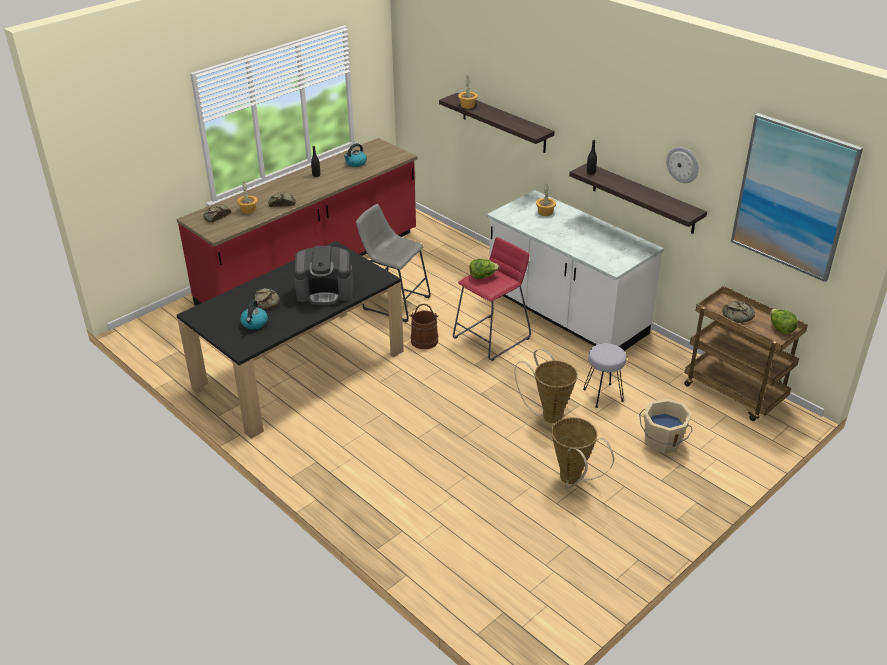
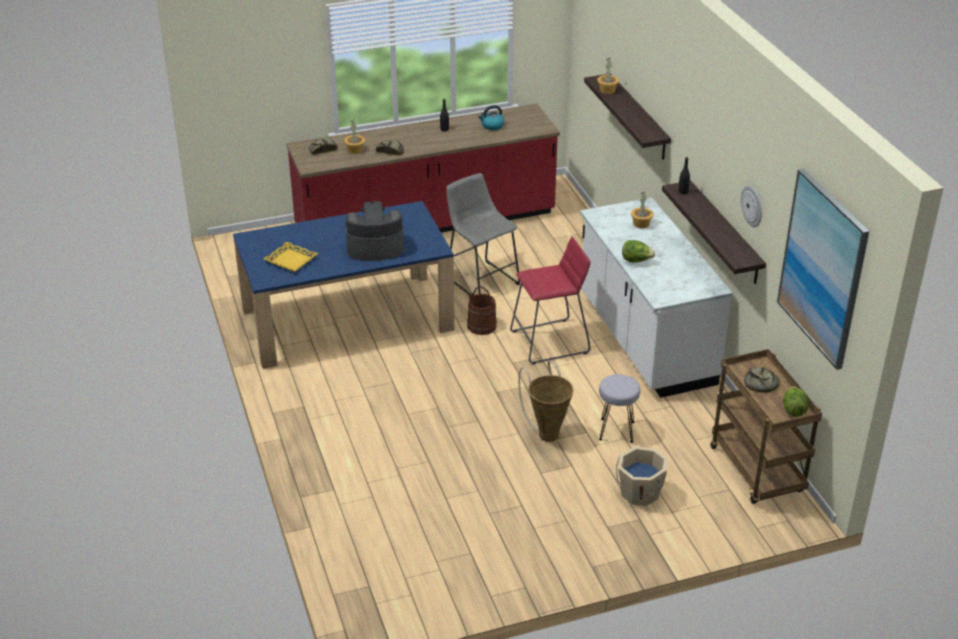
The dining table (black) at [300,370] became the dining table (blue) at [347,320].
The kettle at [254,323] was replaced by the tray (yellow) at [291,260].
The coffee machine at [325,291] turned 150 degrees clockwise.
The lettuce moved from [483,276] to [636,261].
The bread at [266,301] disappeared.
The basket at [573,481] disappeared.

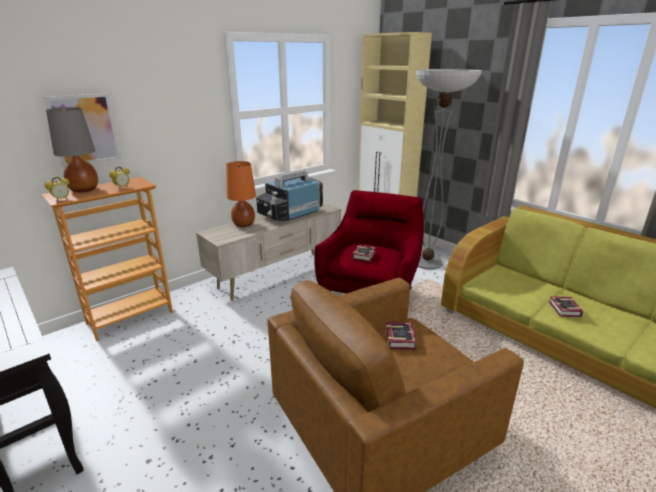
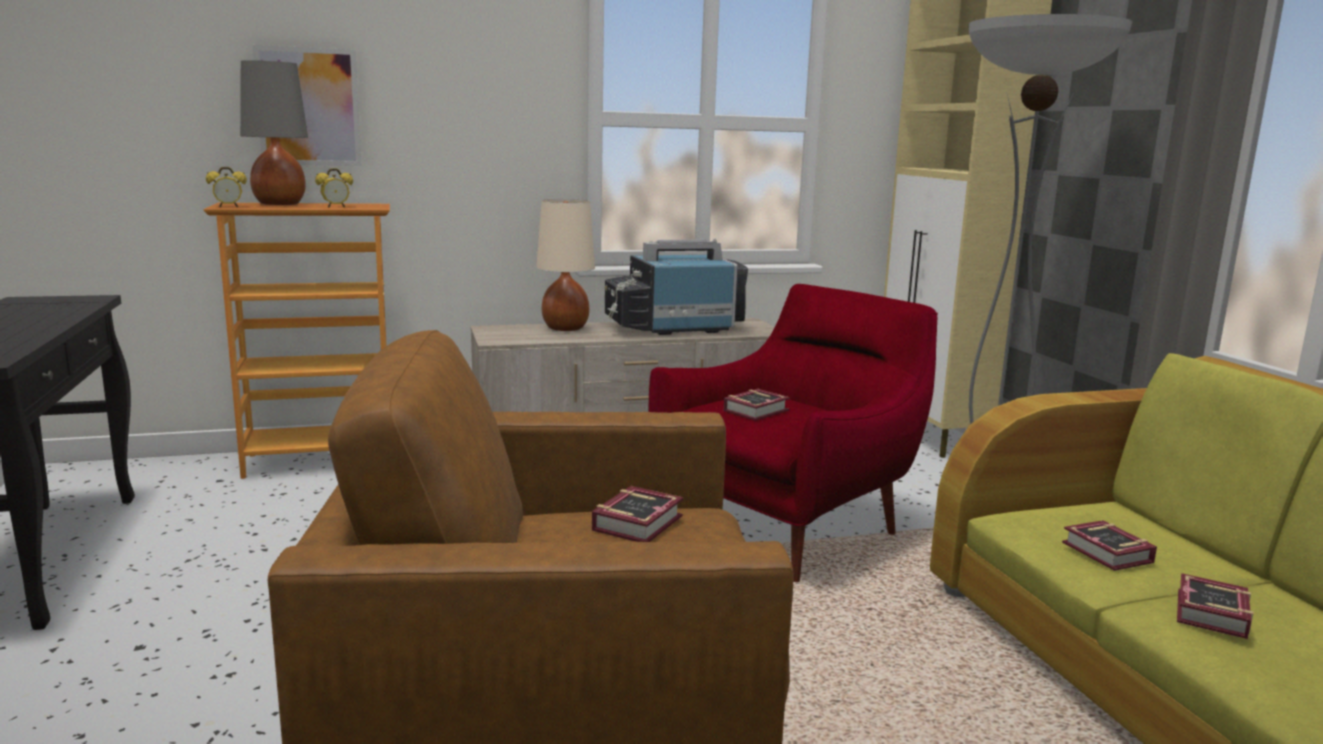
The table lamp (orange) at [244,225] became the table lamp (beige) at [565,328].
The book at [1108,554] appeared.

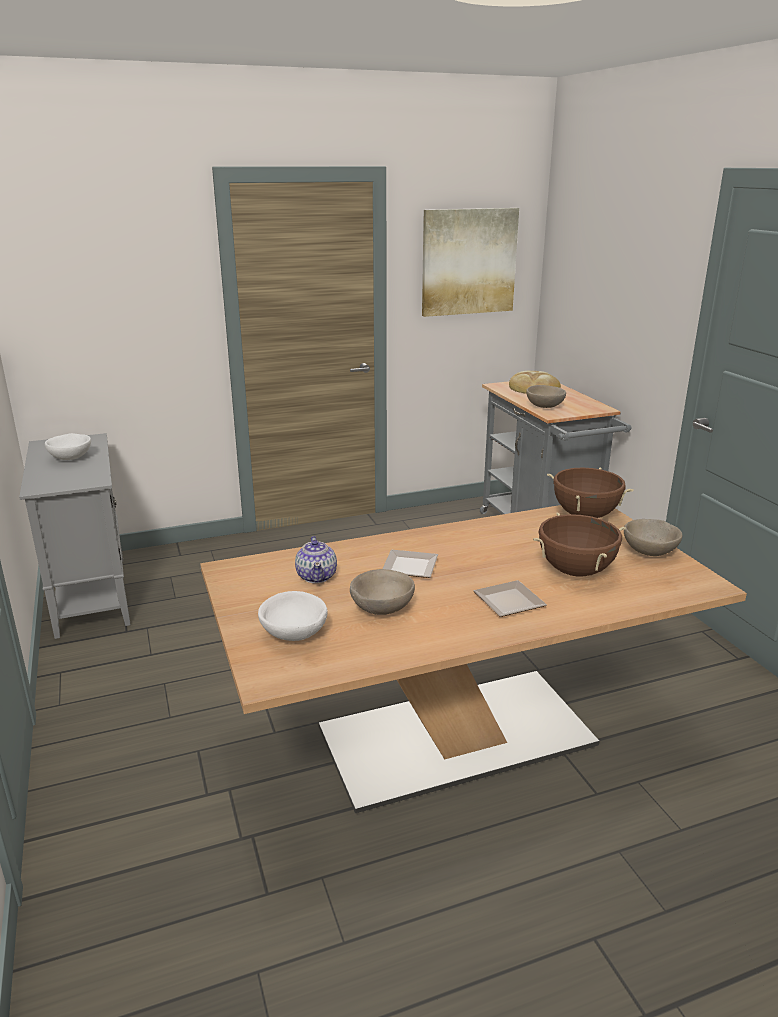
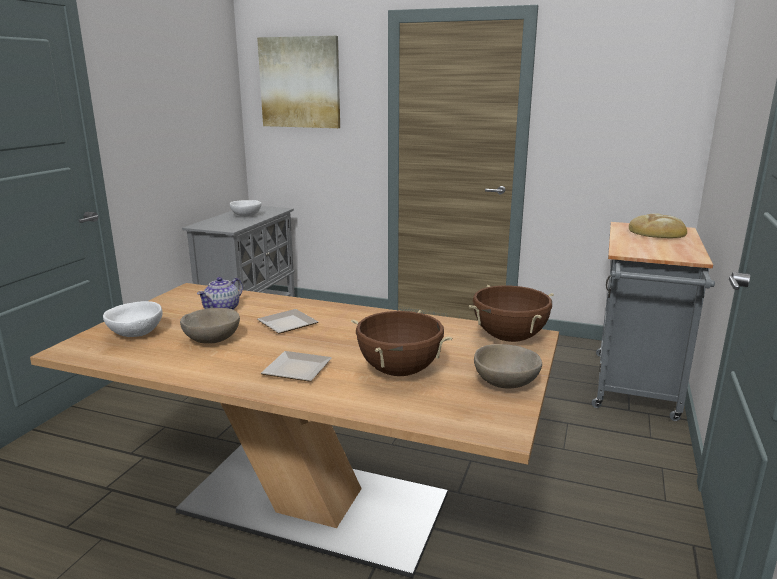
The picture moved from [468,262] to [300,82].
The bowl (beige) at [544,406] disappeared.

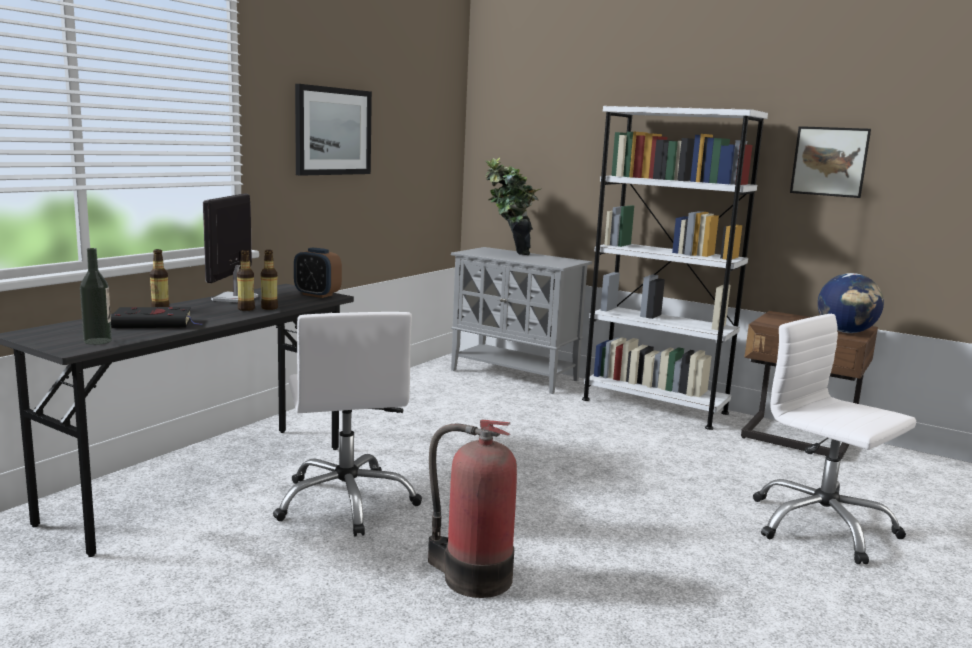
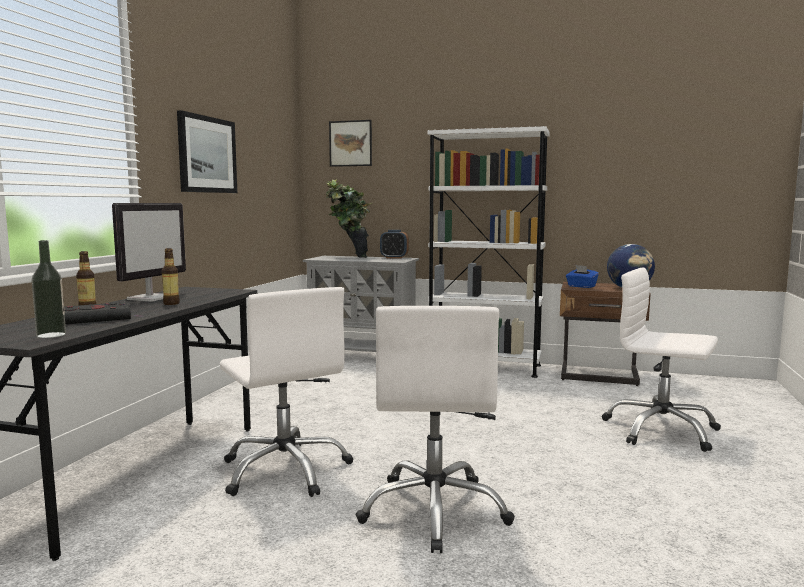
The monitor at [235,299] turned 150 degrees counterclockwise.
The picture moved from [829,161] to [350,143].
The fire extinguisher at [473,576] was replaced by the office chair (white) at [435,511].
The alarm clock moved from [317,295] to [394,258].
The tissue box (blue) at [581,286] appeared.
The bottle at [269,308] disappeared.

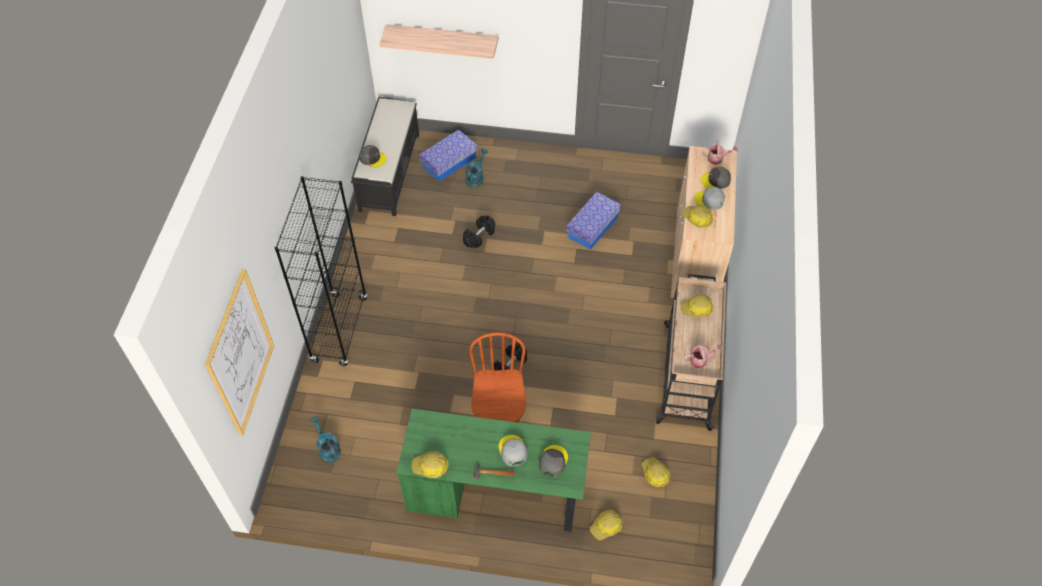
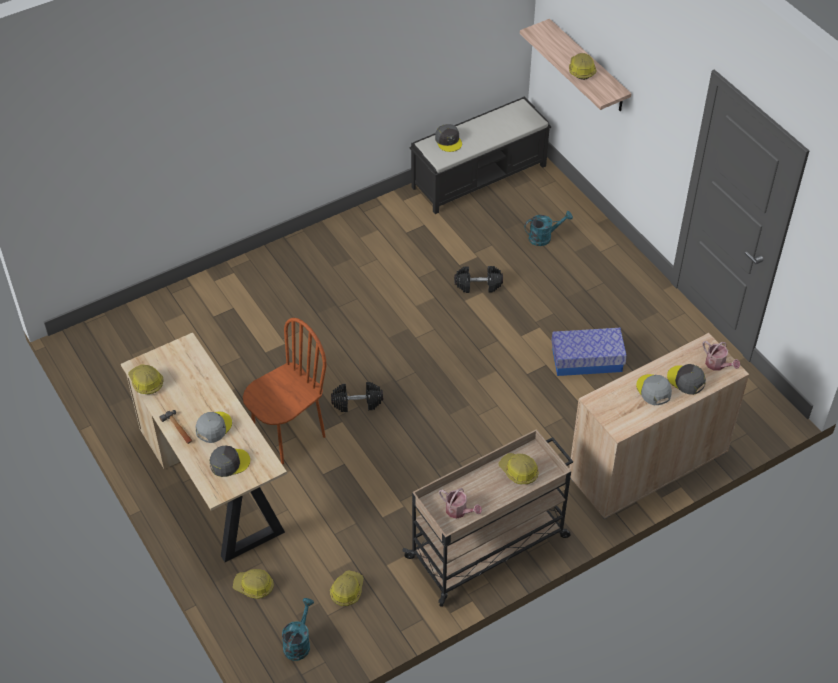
The desk (green) at [496,494] became the desk (beige) at [212,481].
The watering can (turquoise) moved from [328,449] to [298,642].
The hard hat moved from [697,219] to [581,70].
The picture at [240,353] disappeared.
The bookcase (black) at [339,330] disappeared.
The storage box at [449,162] disappeared.

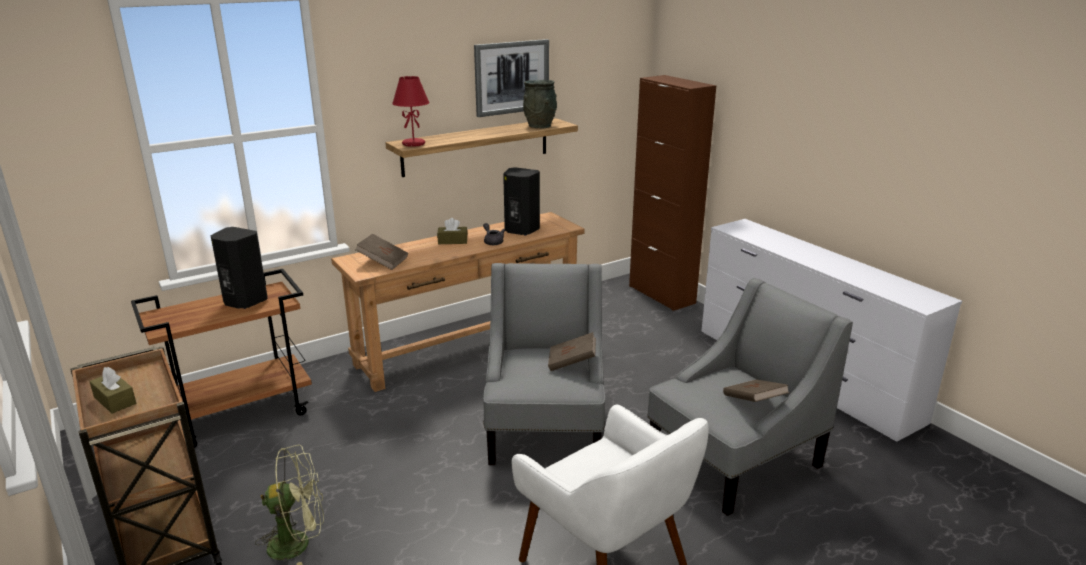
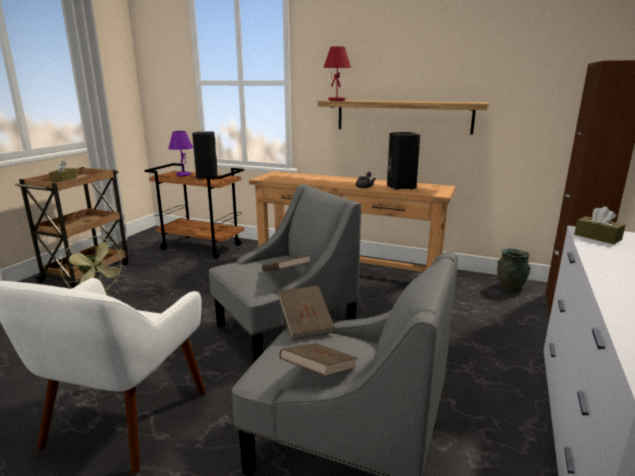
The table lamp (purple) at [183,175] appeared.
The book (brown) moved from [383,262] to [306,324].
The vase (grey) moved from [540,126] to [510,287].
The tissue box (brown) moved from [452,241] to [597,237].
The picture at [512,77] disappeared.

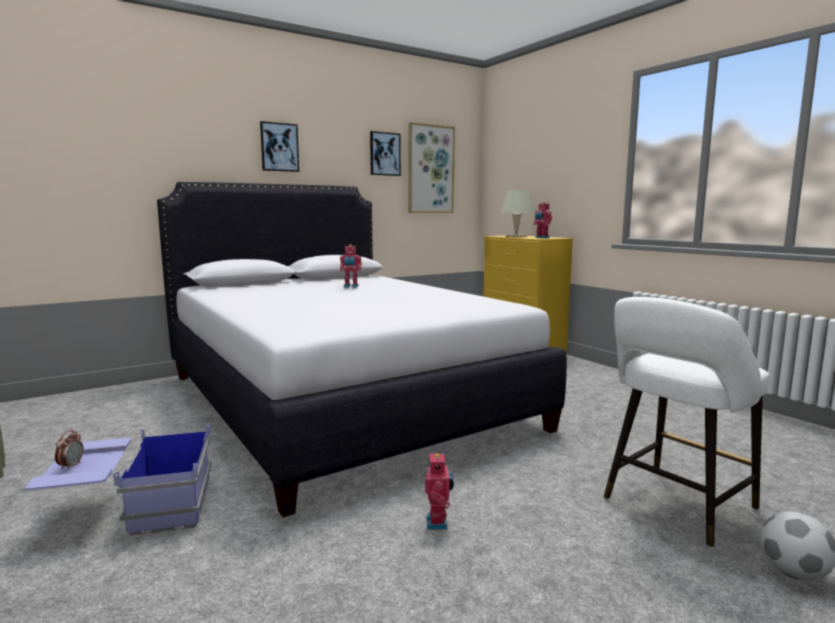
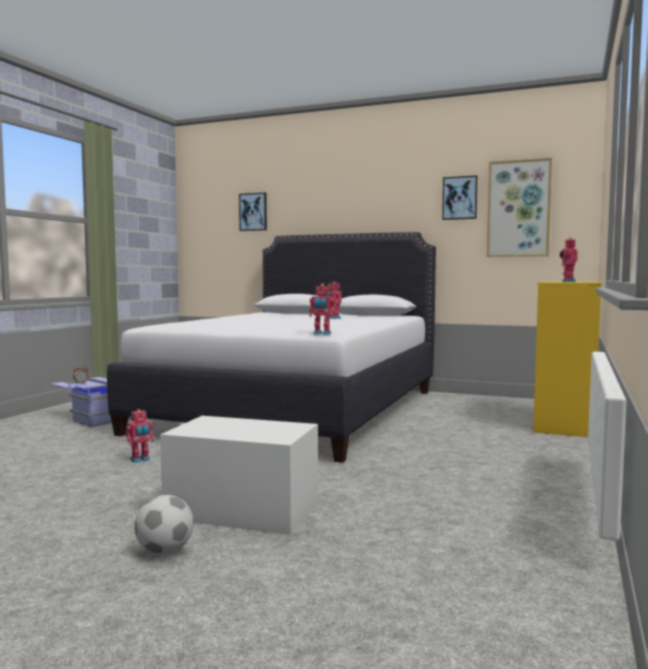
The stool (white) at [675,506] was replaced by the storage box (white) at [242,510].
The picture moved from [279,147] to [253,212].
The toy robot at [322,334] appeared.
The table lamp (beige) at [516,236] disappeared.

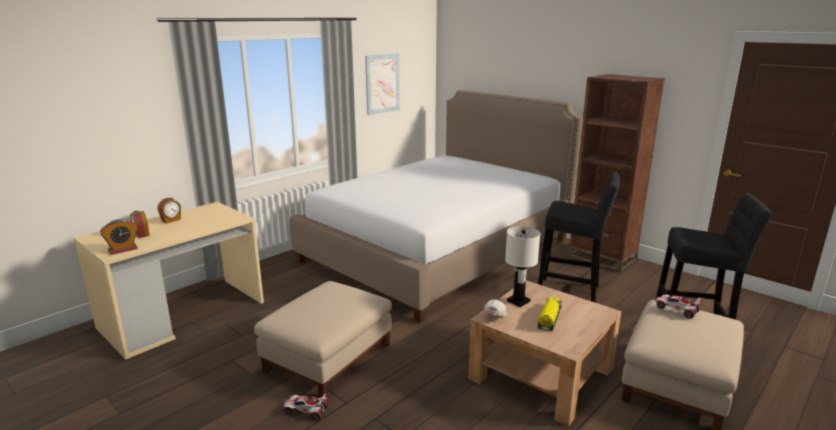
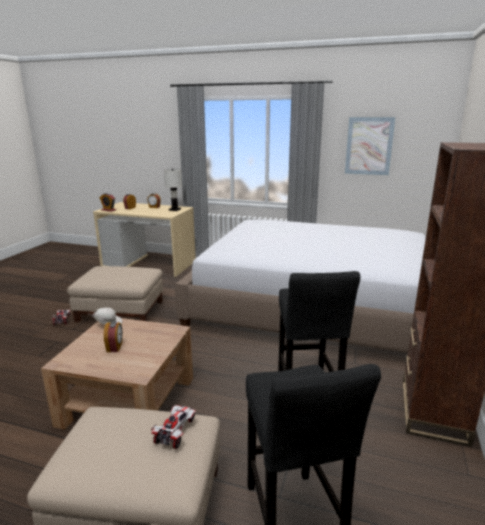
The toy truck at [549,318] was replaced by the alarm clock at [115,347].
The table lamp (white) moved from [518,301] to [174,209].

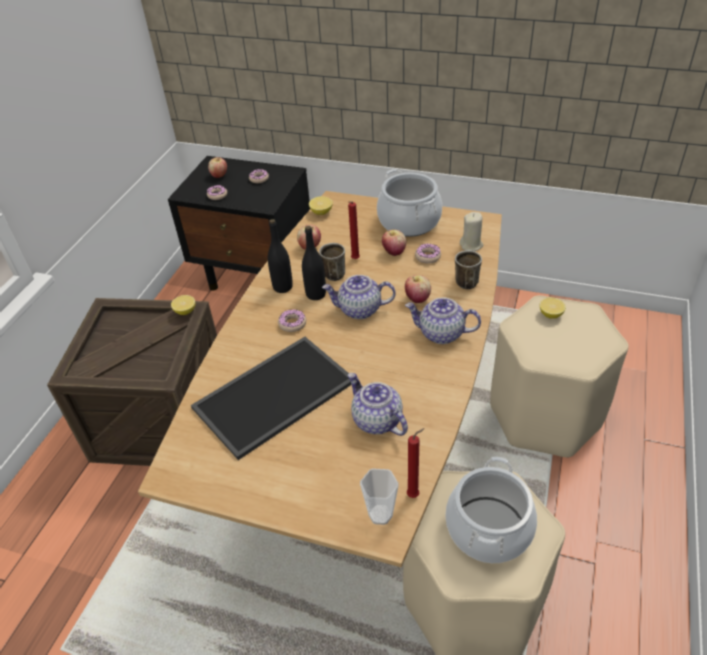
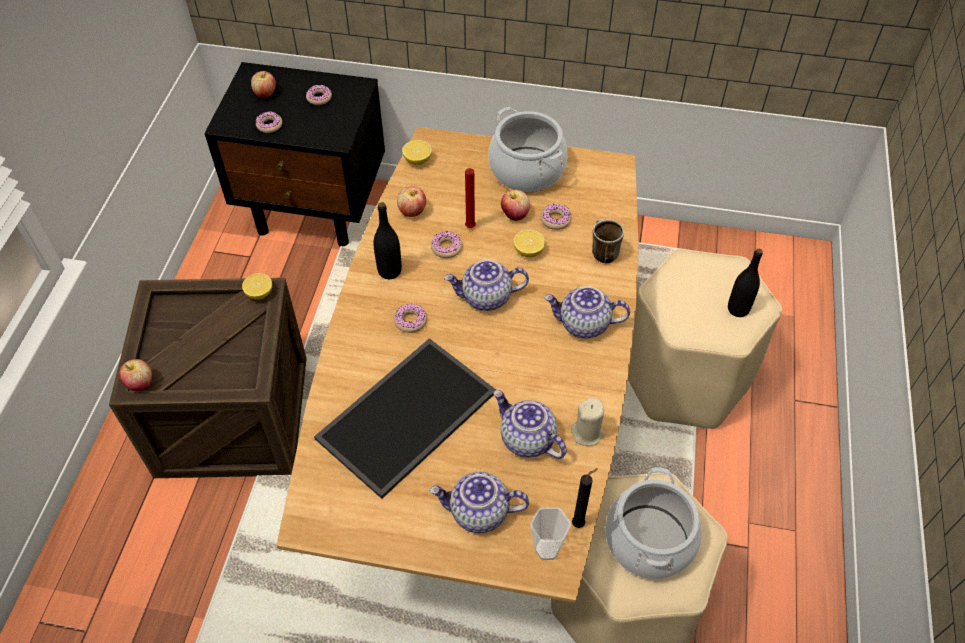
The apple moved from [417,298] to [140,383].
The teapot at [478,512] appeared.
The mug at [333,273] was replaced by the donut at [446,248].
The lemon moved from [550,314] to [528,251].
The candle (beige) moved from [471,245] to [587,433].
The candle (red) at [415,494] became the candle (black) at [580,523].
The bottle (black) moved from [316,294] to [738,309].

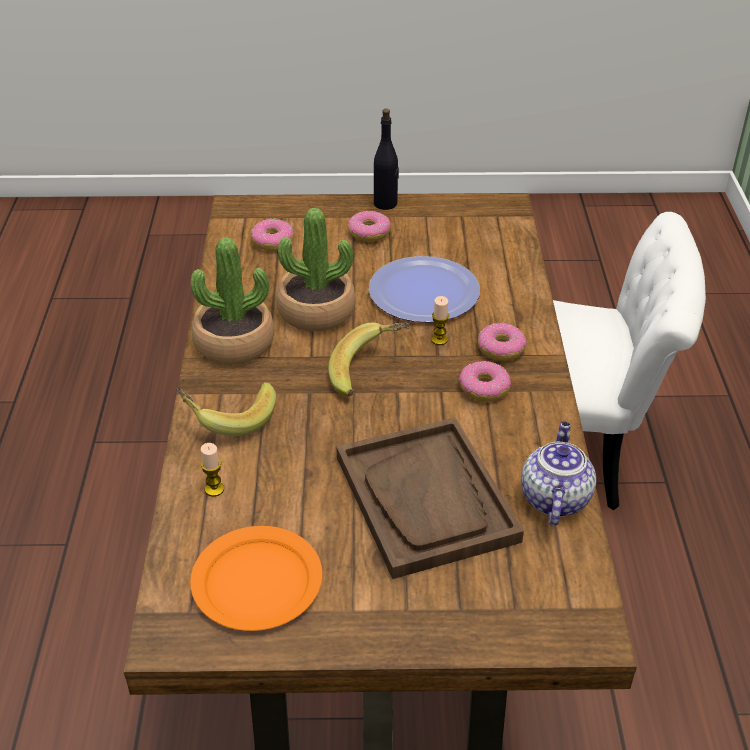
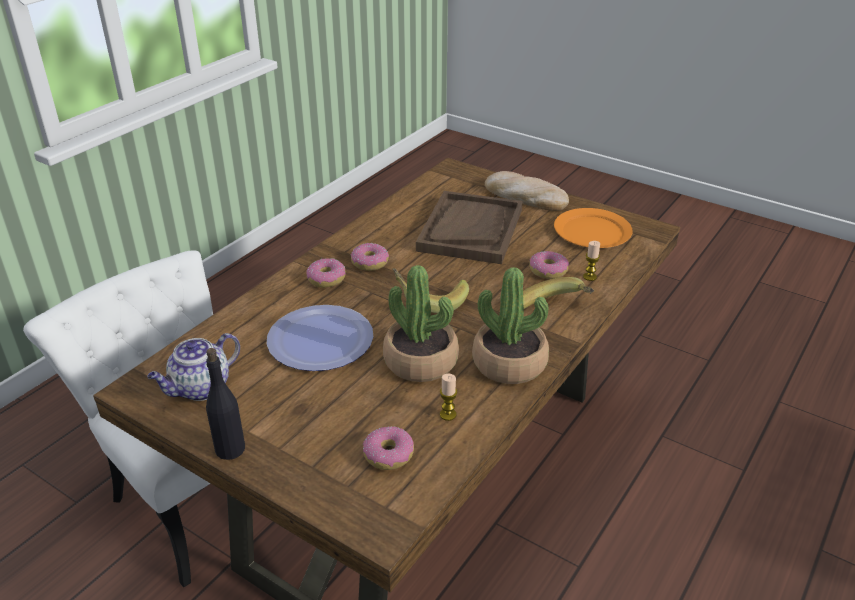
The teapot moved from [554,498] to [200,388].
The candle moved from [439,340] to [448,414].
The bread at [525,196] appeared.
The donut moved from [369,233] to [548,271].

